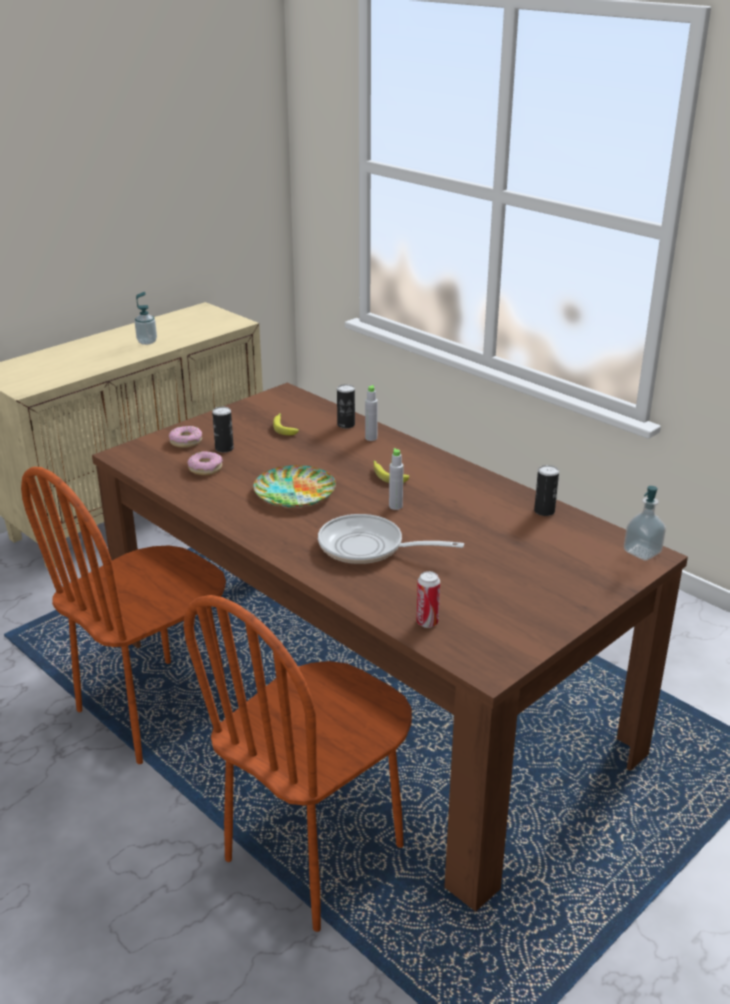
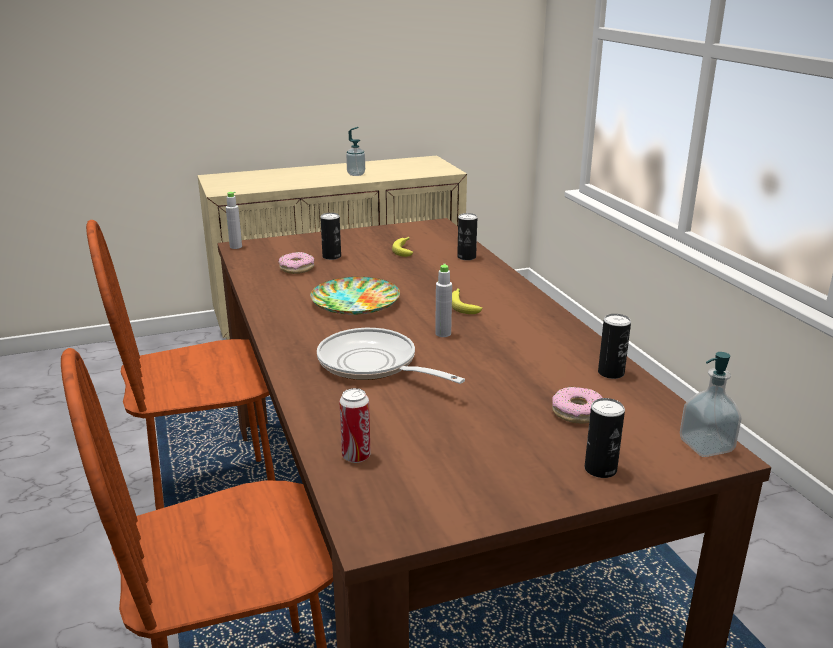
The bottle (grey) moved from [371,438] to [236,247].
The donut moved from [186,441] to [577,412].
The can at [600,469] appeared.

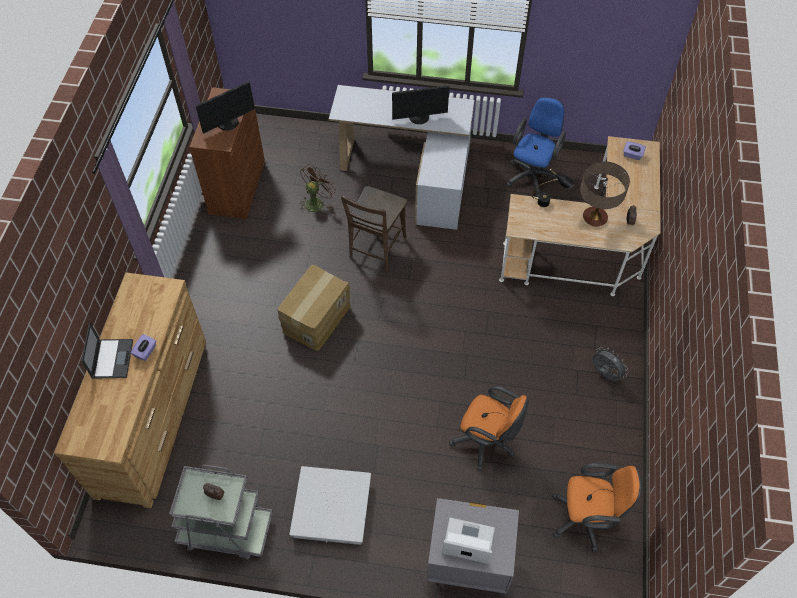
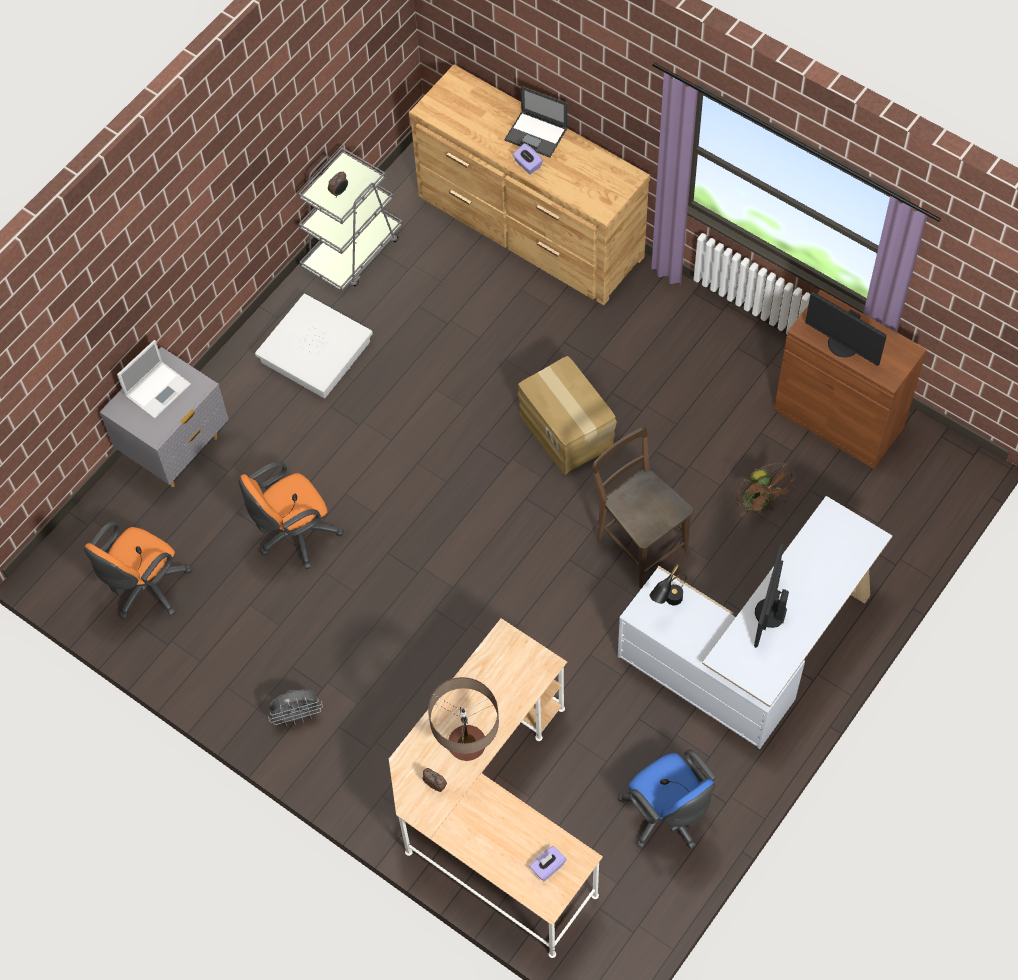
The table lamp (black) moved from [549,203] to [668,603].
The monitor at [228,123] turned 45 degrees counterclockwise.

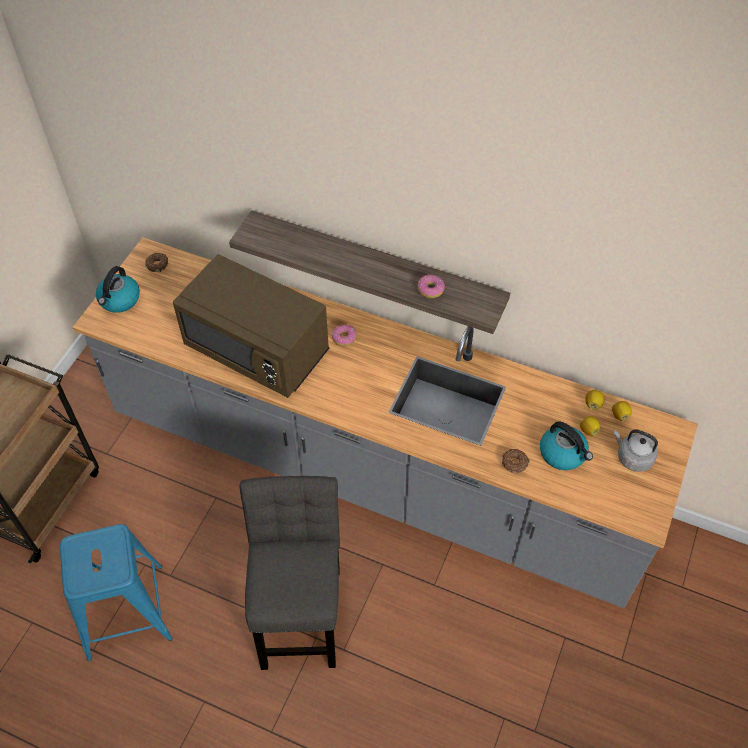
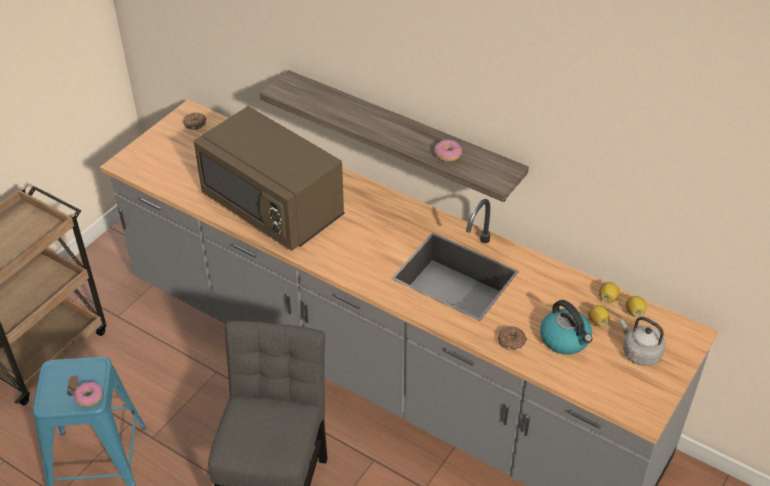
The donut moved from [344,338] to [89,397].
The kettle at [119,300] disappeared.

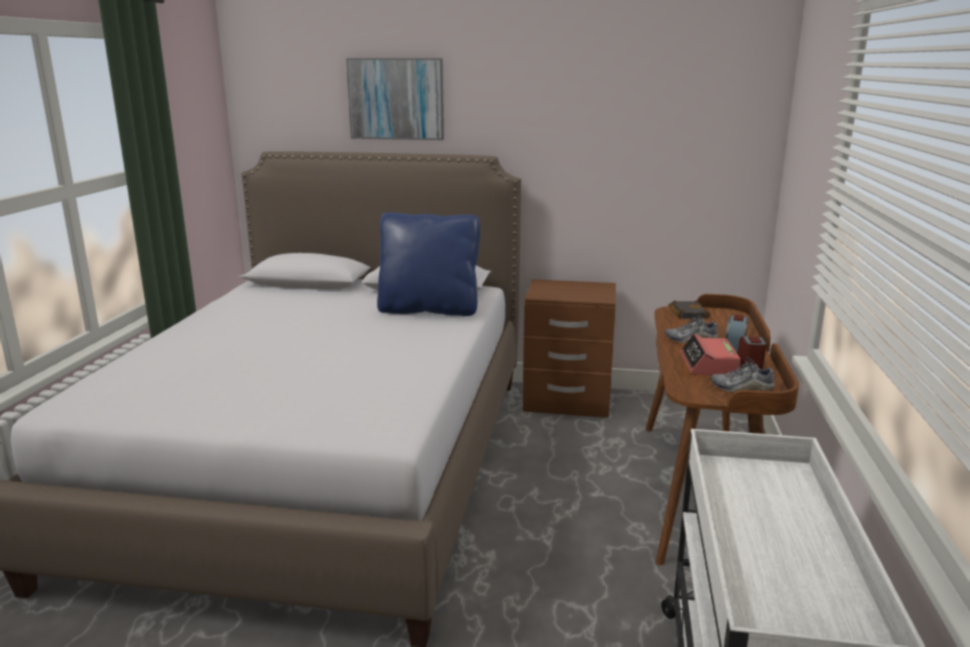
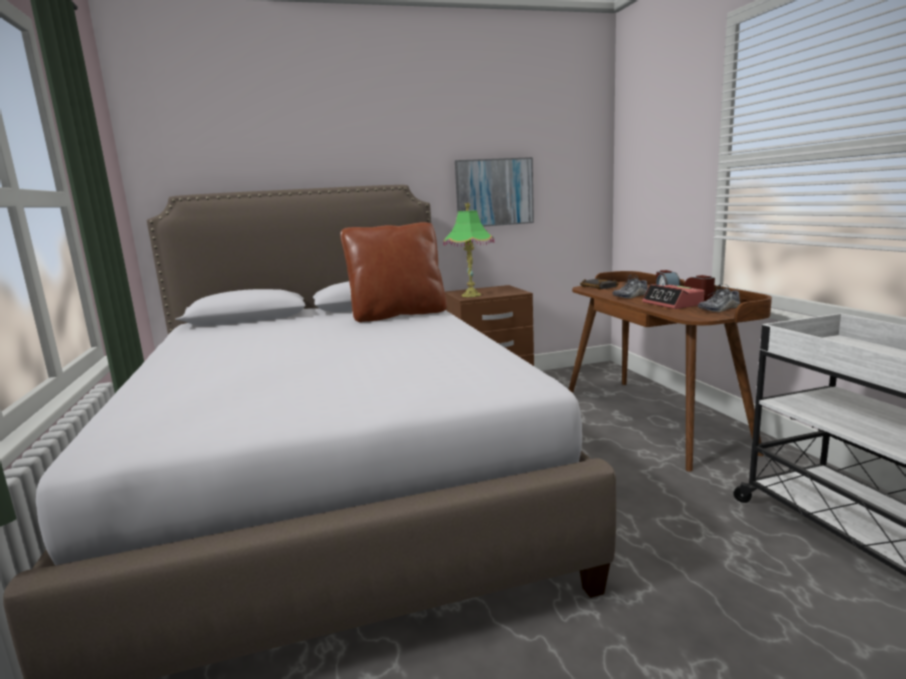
The pillow (blue) at [429,309] became the pillow (brown) at [398,314].
The table lamp at [471,295] appeared.
The picture moved from [396,99] to [494,192].

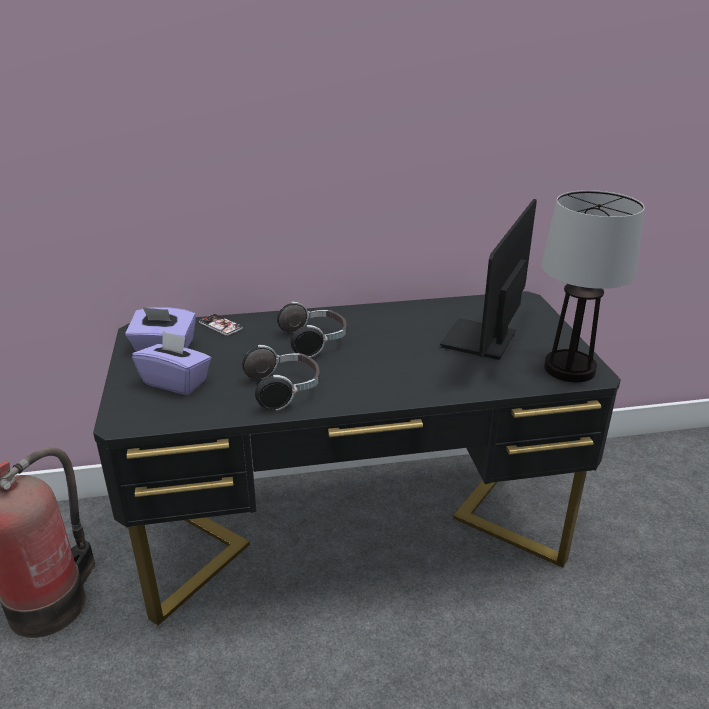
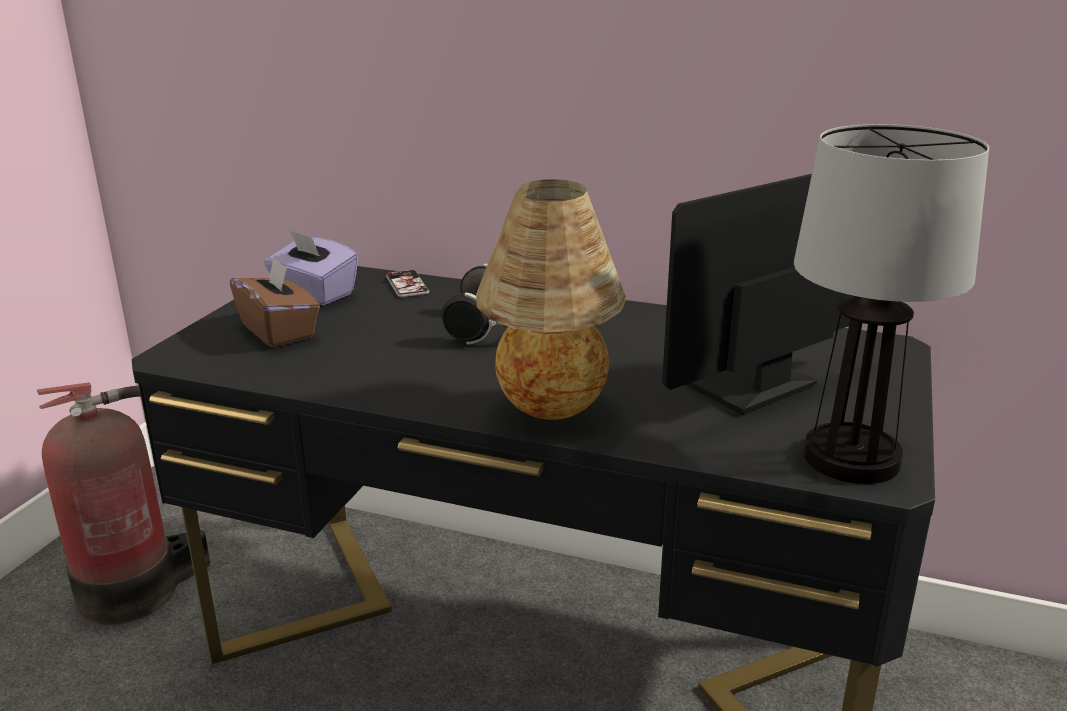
The tissue box (purple) at [176,382] became the tissue box (brown) at [279,331].
The table lamp at [551,415] appeared.
The headphones at [284,390] disappeared.

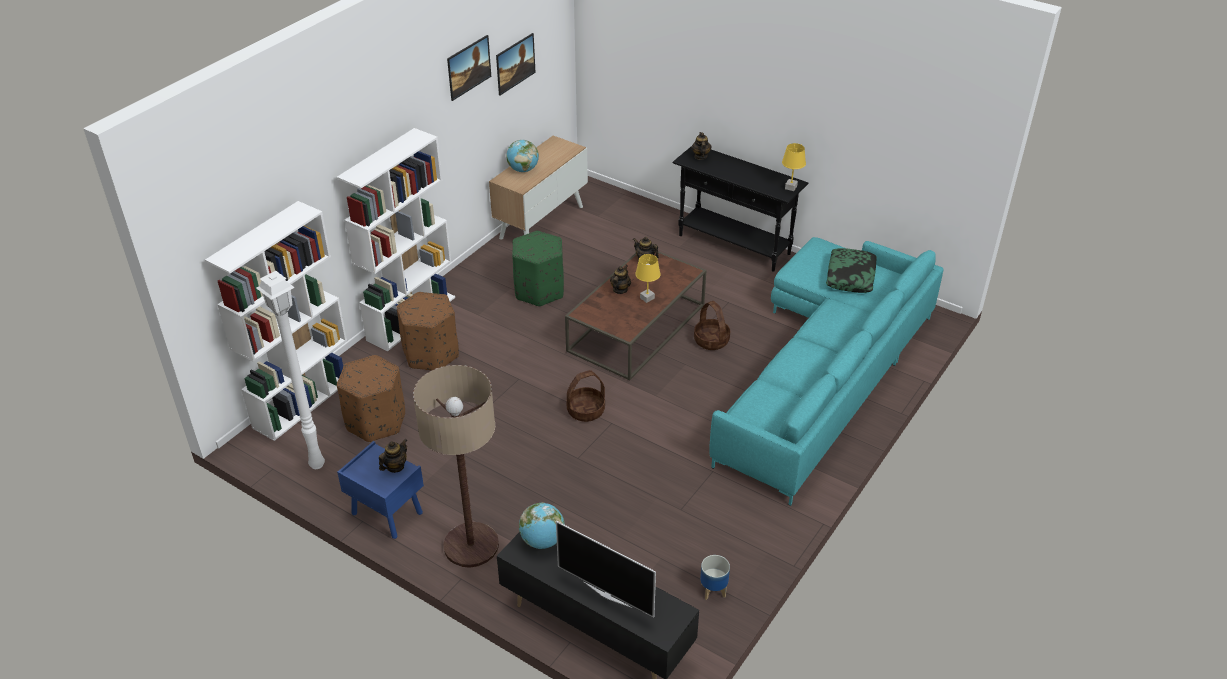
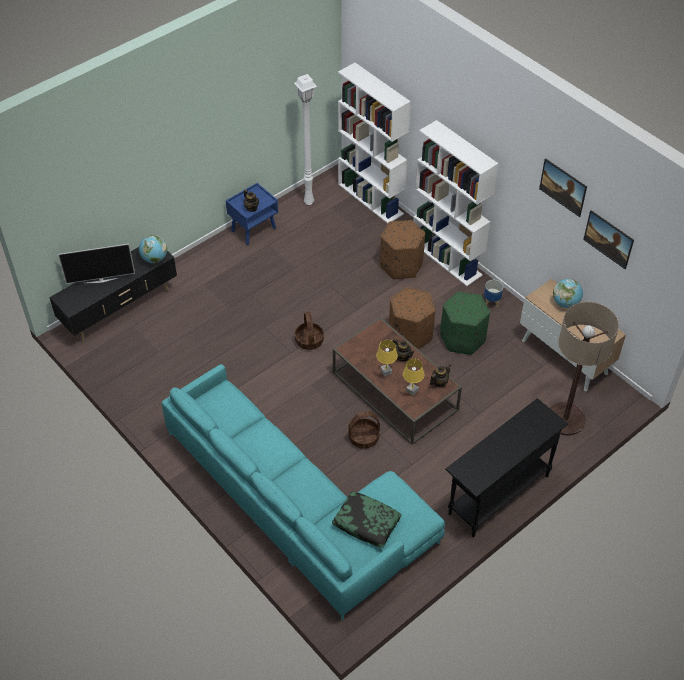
The television at [608,594] turned 150 degrees counterclockwise.
The ottoman (brown) moved from [376,421] to [410,334].
The table lamp (yellow) moved from [790,187] to [412,390].
The planter moved from [713,590] to [491,302].
The floor lamp moved from [471,545] to [565,419].
The teapot at [700,156] disappeared.

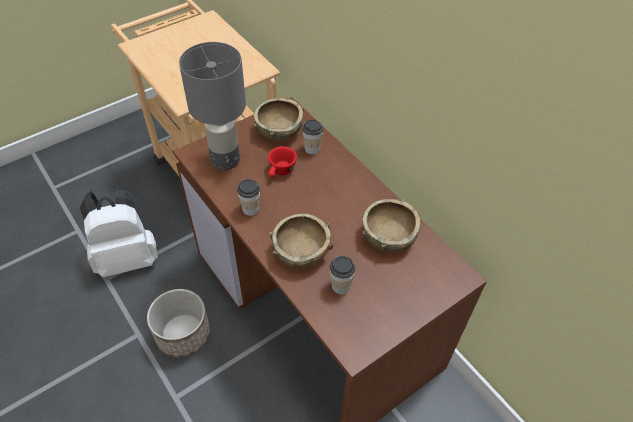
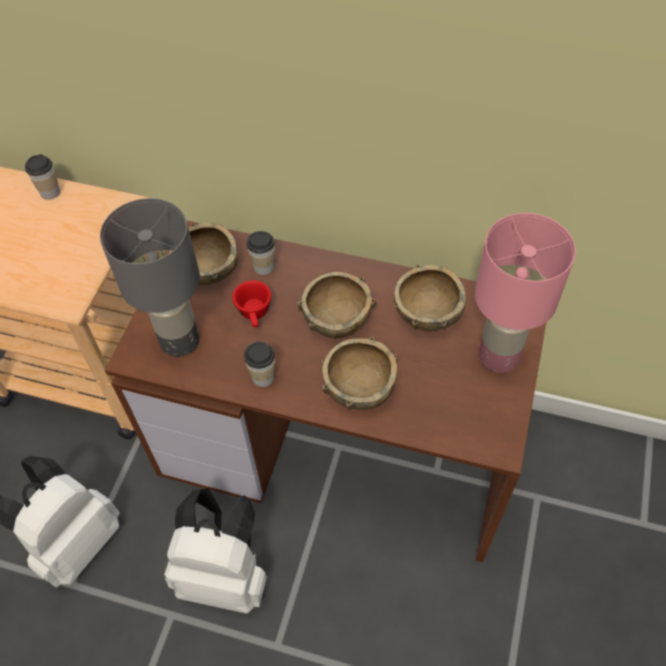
The cup moved from [340,286] to [50,192].
The planter at [184,335] was replaced by the backpack (white) at [225,575].
The bowl (brown) at [337,318] appeared.
The table lamp (pink) at [497,356] appeared.

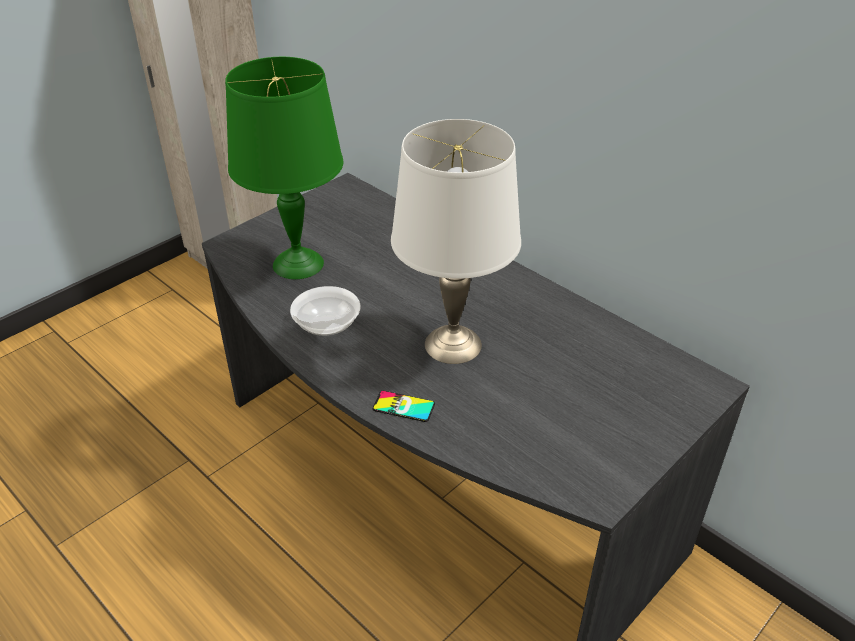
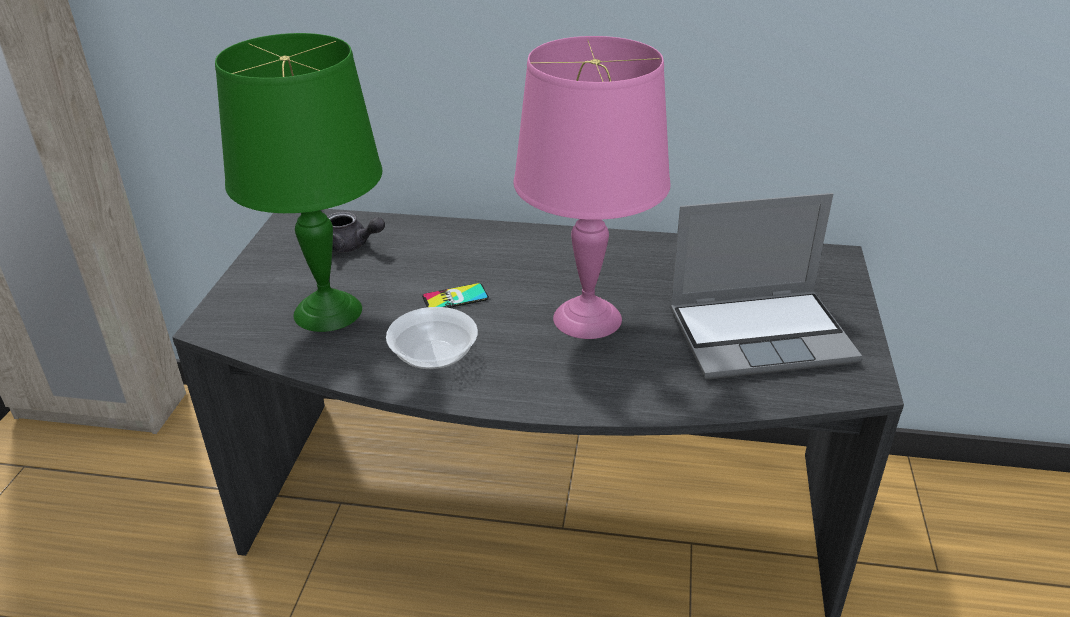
The teapot (grey) at [350,246] appeared.
The phone moved from [403,406] to [455,298].
The table lamp (white) at [454,345] became the table lamp (pink) at [588,318].
The laptop at [761,335] appeared.

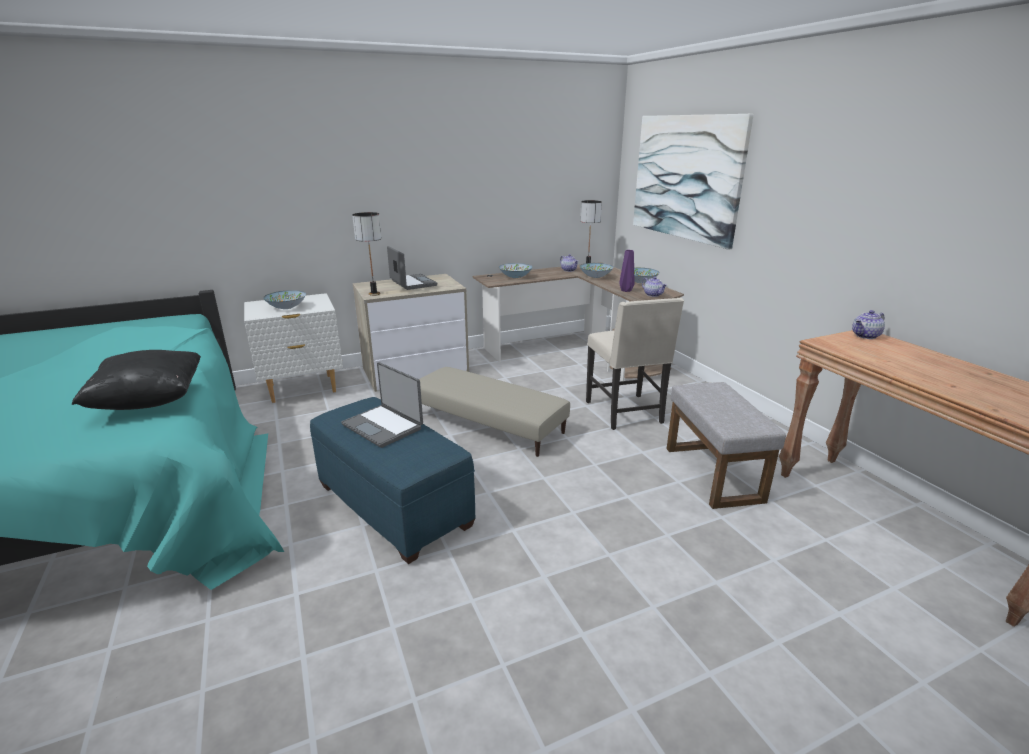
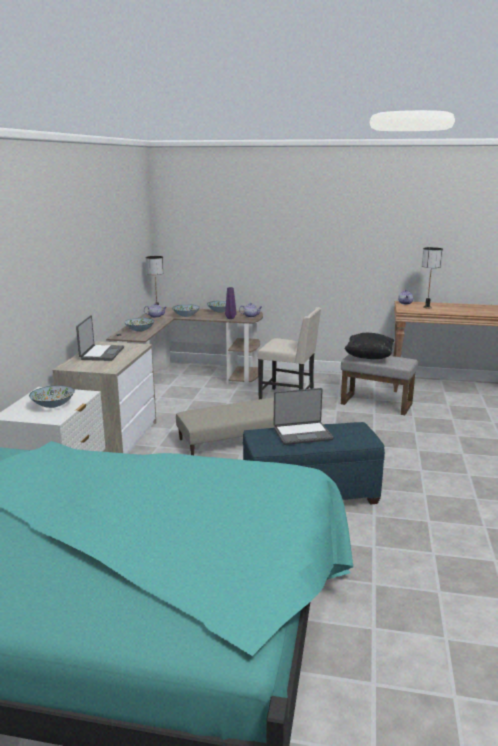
The laptop at [412,283] turned 90 degrees clockwise.
The pillow (black) moved from [150,401] to [369,358].
The table lamp moved from [374,294] to [427,307].
The picture at [686,177] disappeared.

